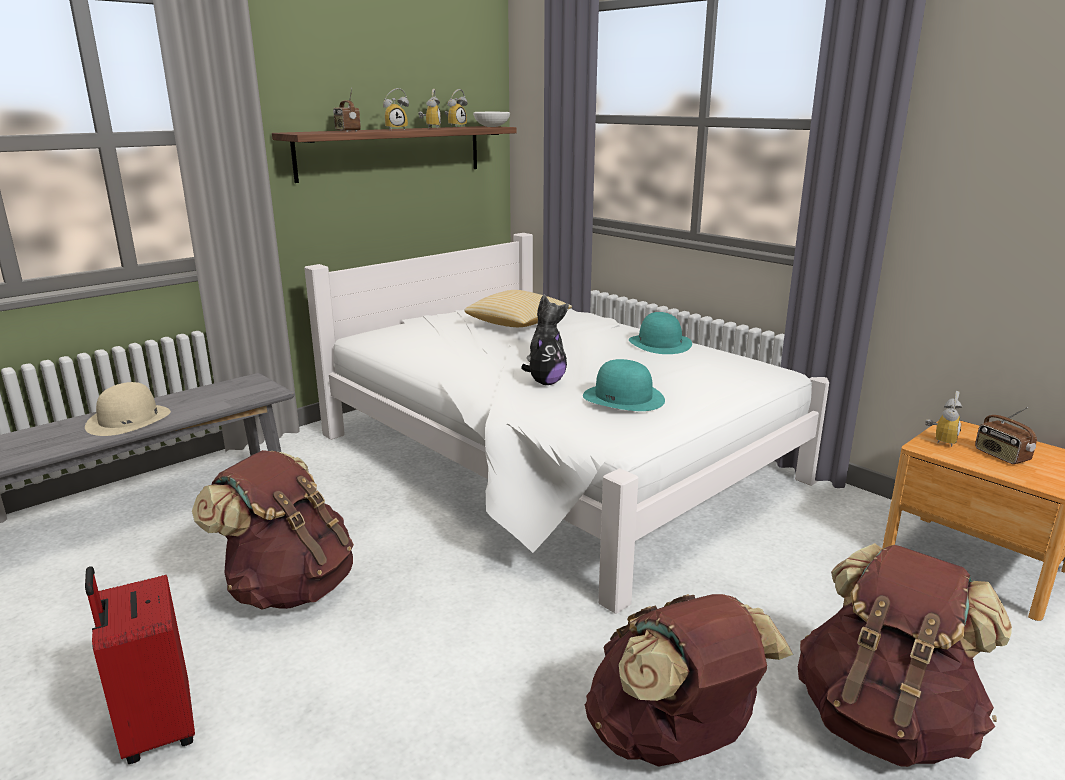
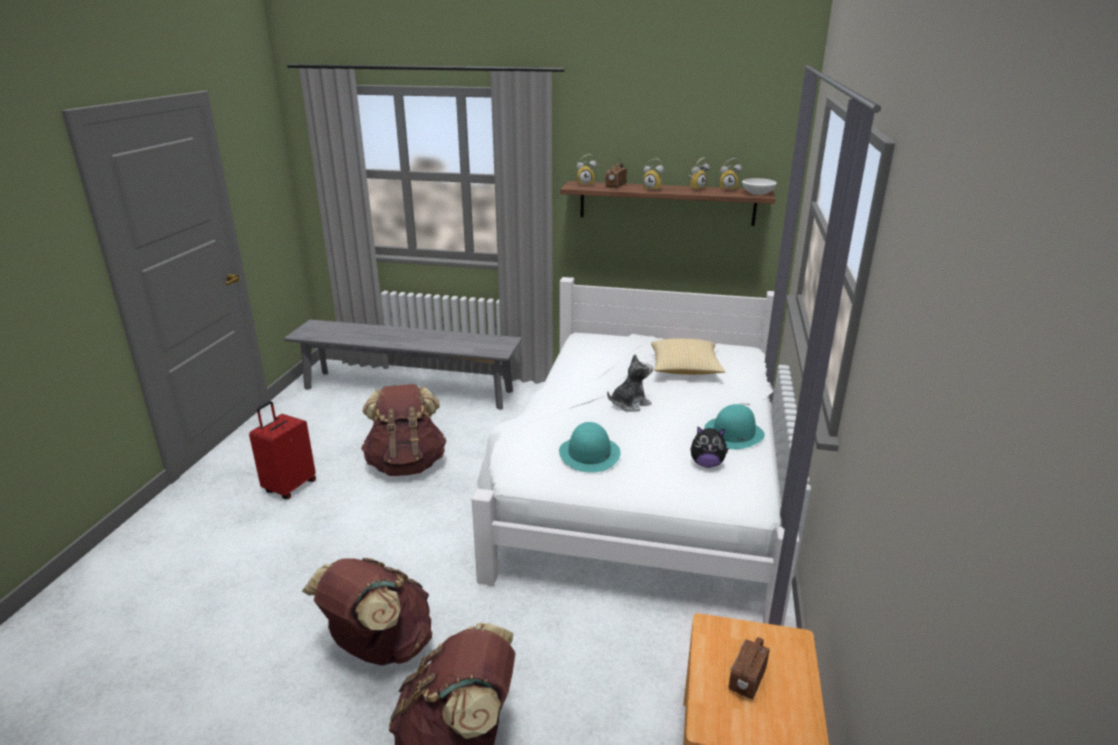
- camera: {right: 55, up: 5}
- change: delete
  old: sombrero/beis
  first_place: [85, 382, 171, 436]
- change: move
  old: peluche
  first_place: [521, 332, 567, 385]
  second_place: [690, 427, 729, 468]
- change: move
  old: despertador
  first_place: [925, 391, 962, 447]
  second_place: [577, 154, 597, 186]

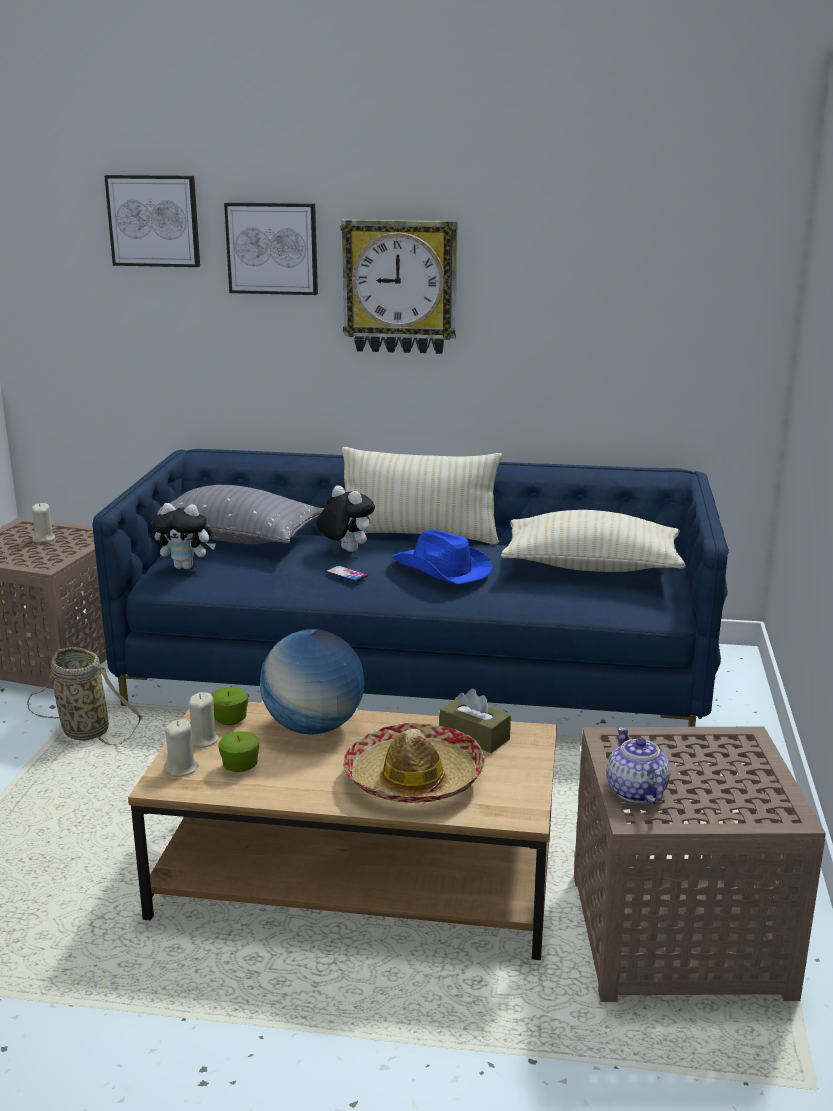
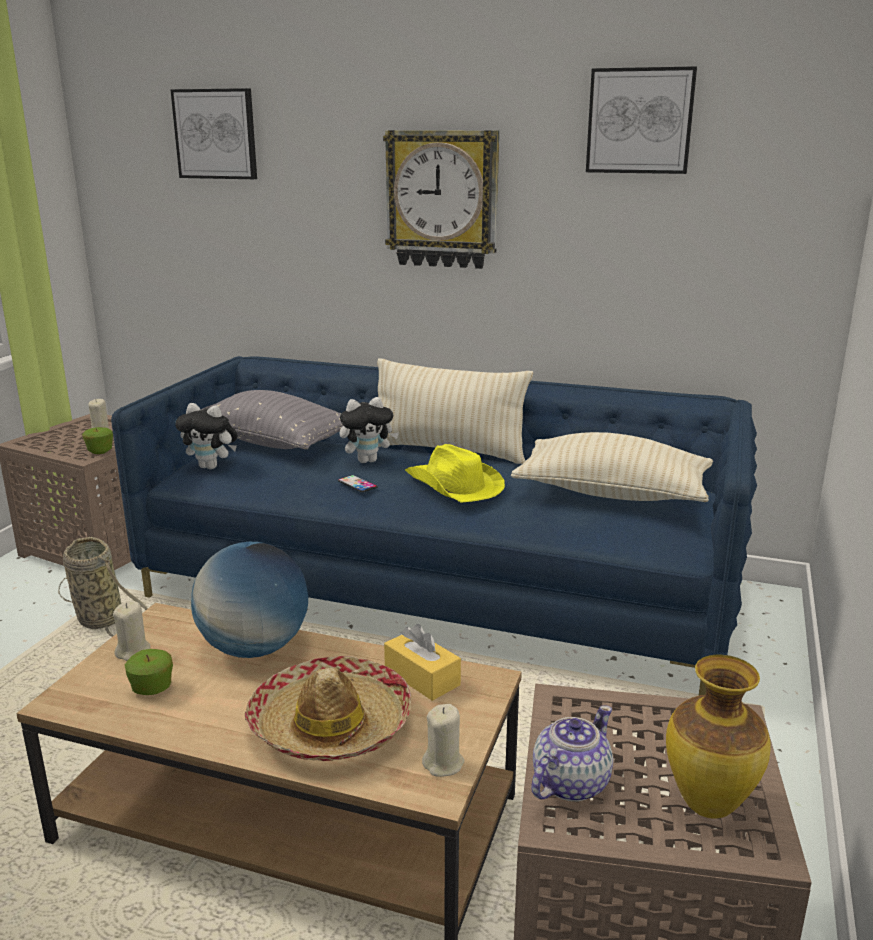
- camera: {right: 10, up: 0}
- change: move
  old: vela/beis
  first_place: [164, 719, 199, 777]
  second_place: [422, 704, 464, 777]
- change: move
  old: manzana
  first_place: [212, 687, 248, 725]
  second_place: [82, 427, 113, 454]
- change: move
  old: cuadro
  first_place: [224, 203, 318, 295]
  second_place: [586, 66, 697, 174]
- change: rotate
  old: peluche
  first_place: [316, 485, 375, 552]
  second_place: [339, 397, 399, 463]
  degrees: 105
- change: recolor
  old: sombrero/azul
  new: sombrero/amarillo
  first_place: [391, 529, 492, 584]
  second_place: [405, 444, 505, 503]
- change: recolor
  old: caja de pañuelos/marrón
  new: caja de pañuelos/amarillo
  first_place: [439, 689, 511, 753]
  second_place: [384, 624, 461, 701]
- change: rotate
  old: tetera
  first_place: [607, 727, 670, 804]
  second_place: [531, 705, 613, 801]
  degrees: 45
- change: insert
  new: florero
  second_place: [666, 655, 771, 819]

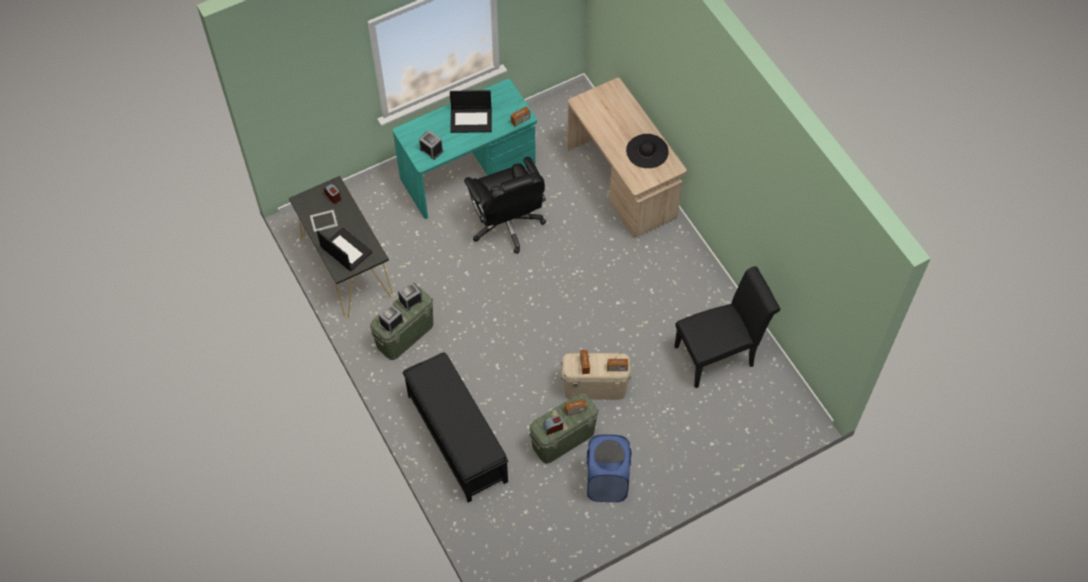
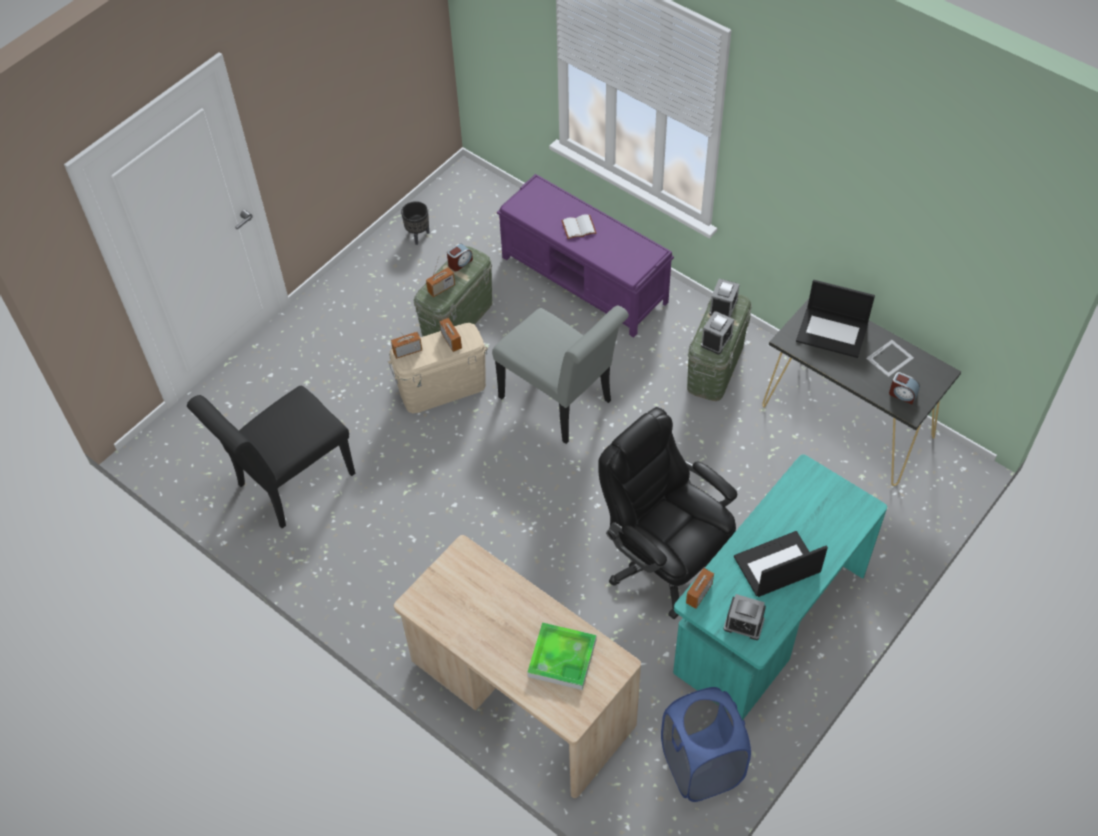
- camera: {right: 160, up: -5}
- change: recolor
  old: banco/negro
  new: banco/morado
  first_place: [402, 352, 509, 503]
  second_place: [497, 174, 674, 337]
- change: move
  old: despertador
  first_place: [419, 130, 443, 160]
  second_place: [723, 594, 766, 640]
- change: move
  old: cesto de la ropa/azul
  first_place: [587, 434, 632, 502]
  second_place: [661, 687, 751, 802]
- change: delete
  old: sombrero/negro
  first_place: [626, 134, 669, 168]
- change: insert
  new: maceta/negro
  second_place: [401, 201, 429, 245]
- change: insert
  new: silla/gris
  second_place: [492, 306, 629, 444]
- change: insert
  new: bandeja
  second_place: [527, 623, 596, 690]
- change: insert
  new: libro/blanco
  second_place: [561, 214, 596, 239]

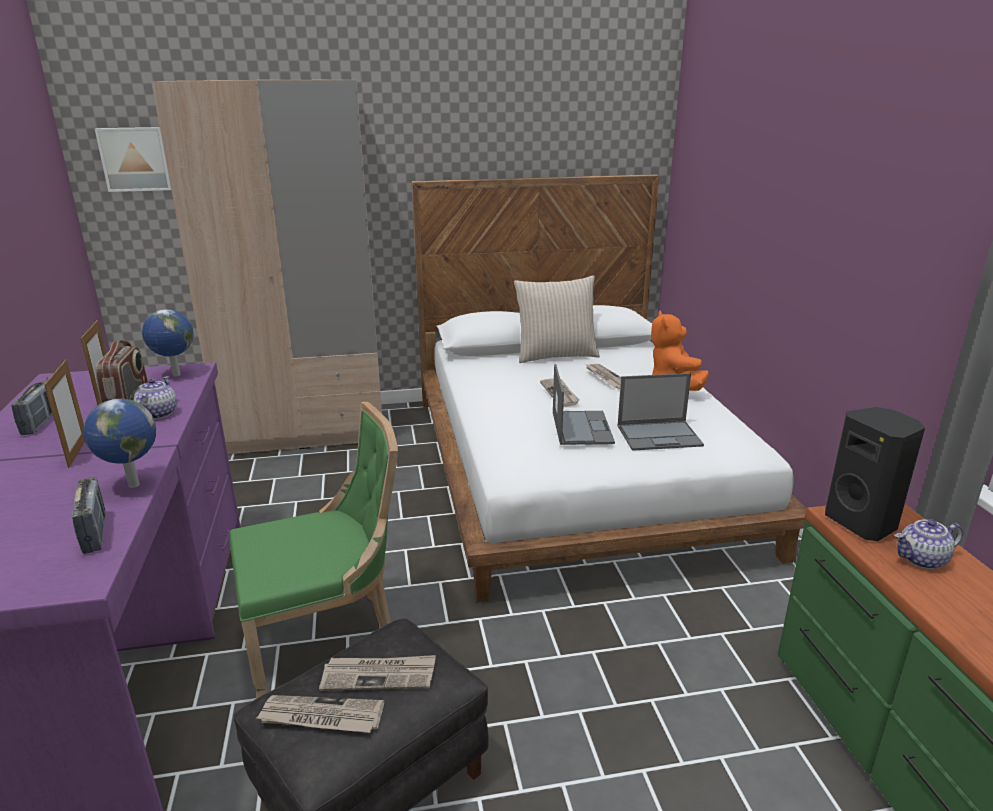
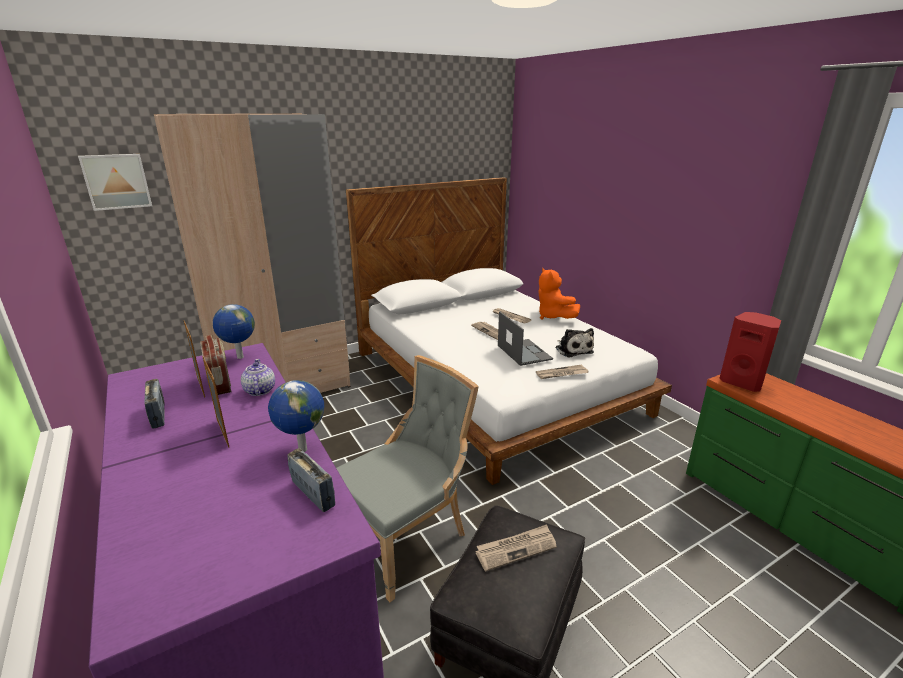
- camera: {right: -20, up: 0}
- change: recolor
  old: silla/verde
  new: silla/gris
  first_place: [229, 402, 398, 699]
  second_place: [336, 355, 479, 602]
- change: move
  old: periódico
  first_place: [256, 695, 384, 733]
  second_place: [536, 365, 589, 379]
- change: delete
  old: cojín/beis
  first_place: [514, 275, 600, 363]
- change: replace
  old: portátil
  new: peluche
  first_place: [617, 373, 704, 451]
  second_place: [555, 328, 594, 358]
- change: recolor
  old: altavoz/negro
  new: altavoz/rojo
  first_place: [825, 407, 925, 541]
  second_place: [720, 312, 781, 392]
- change: delete
  old: tetera
  first_place: [895, 519, 963, 569]

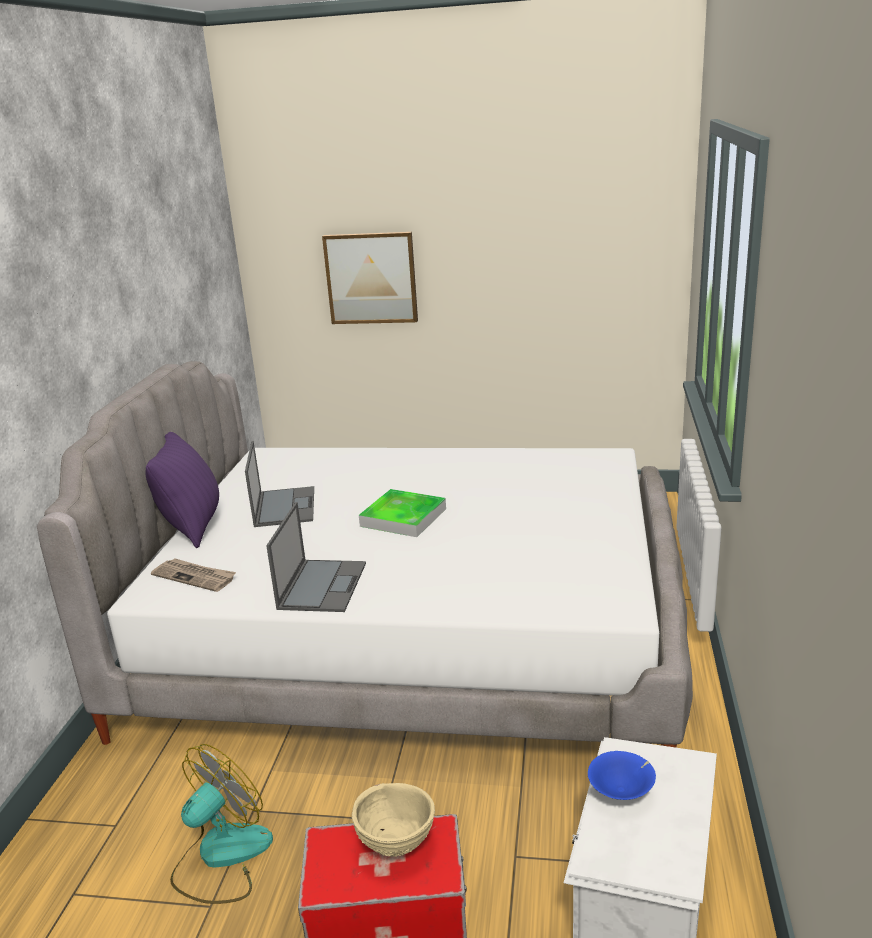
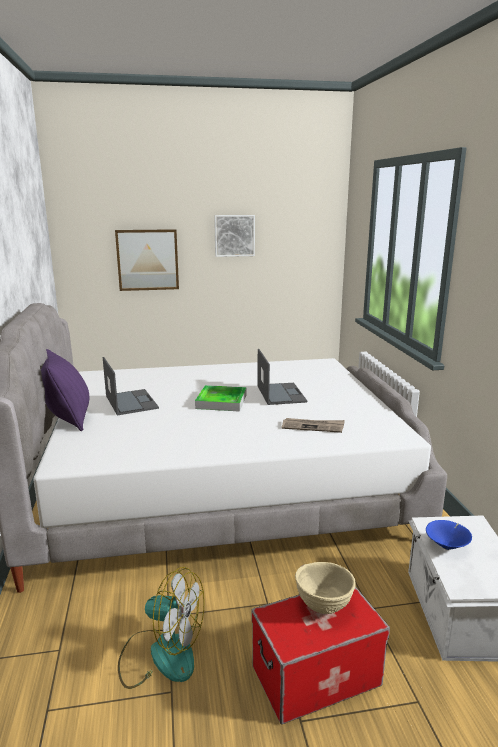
- camera: {right: -20, up: -5}
- change: move
  old: periódico
  first_place: [151, 559, 236, 592]
  second_place: [281, 418, 345, 433]
- change: rotate
  old: ventilador
  first_place: [170, 744, 273, 904]
  second_place: [118, 567, 205, 689]
  degrees: 90
- change: move
  old: portátil
  first_place: [266, 502, 366, 612]
  second_place: [257, 349, 307, 405]
- change: insert
  new: cuadro
  second_place: [214, 215, 255, 257]

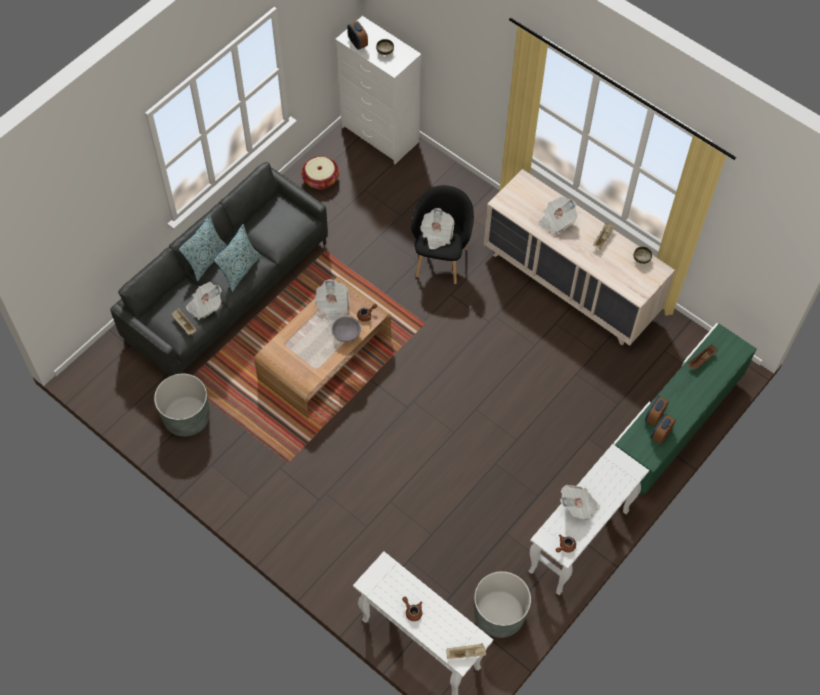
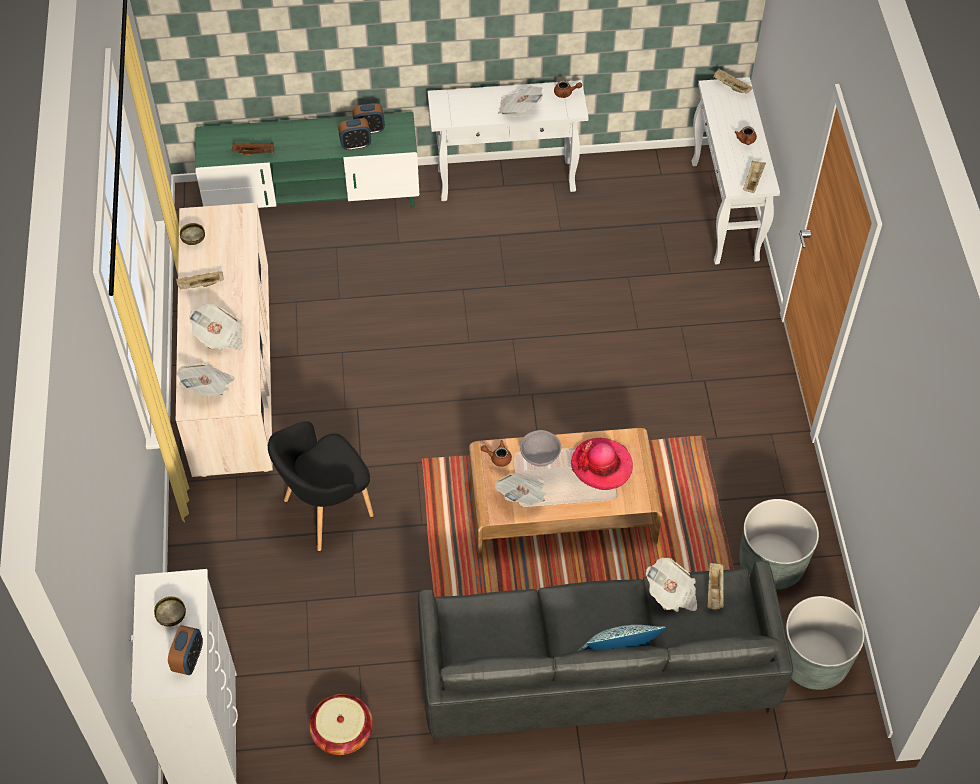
- camera: {right: -135, up: -5}
- change: delete
  old: cojín
  first_place: [214, 224, 261, 292]
- change: move
  old: periódico
  first_place: [420, 208, 455, 249]
  second_place: [177, 364, 235, 396]
- change: move
  old: maceta/gris
  first_place: [474, 571, 531, 638]
  second_place: [785, 596, 865, 690]
- change: insert
  new: sombrero
  second_place: [571, 438, 633, 490]
- change: insert
  new: bandeja/beis
  second_place: [743, 160, 766, 193]

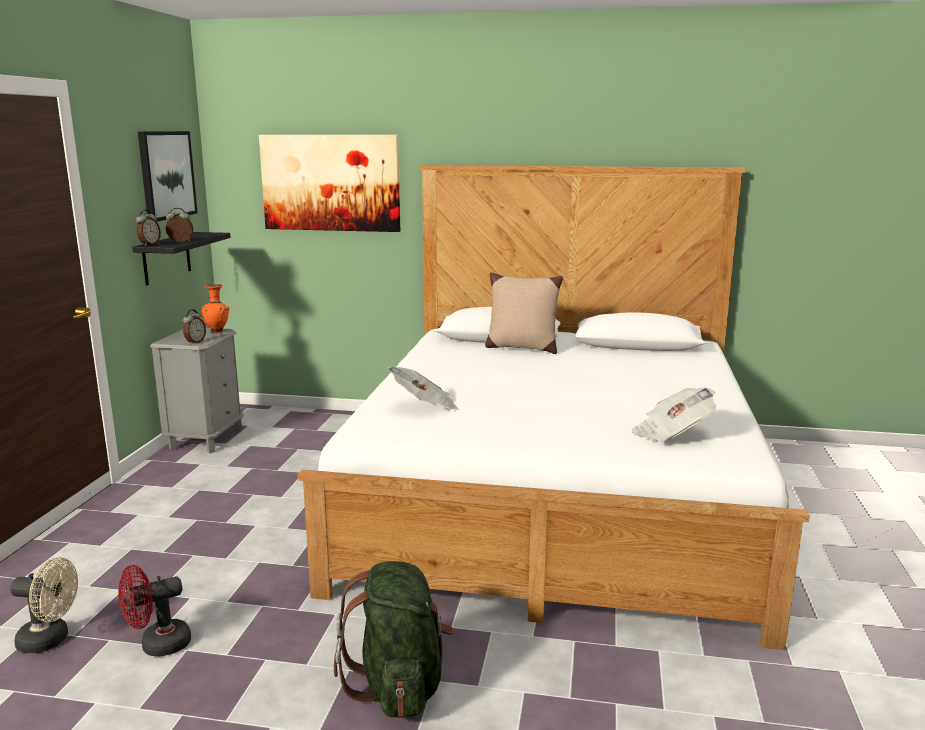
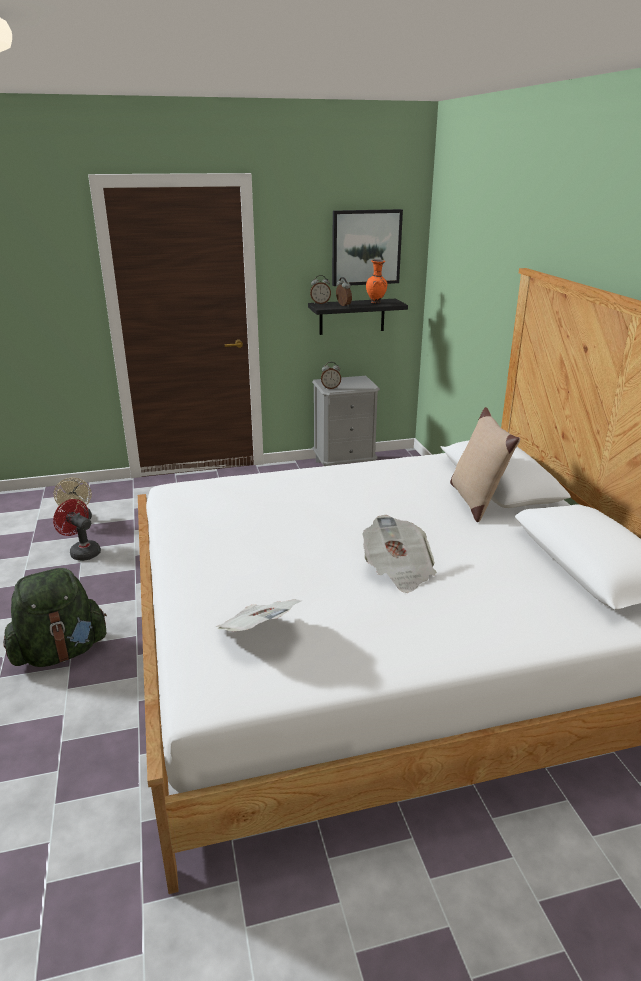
- camera: {right: 65, up: 10}
- change: move
  old: florero/naranja
  first_place: [202, 284, 229, 334]
  second_place: [366, 259, 387, 304]
- change: delete
  old: cuadro
  first_place: [259, 135, 400, 232]
- change: move
  old: periódico
  first_place: [387, 366, 459, 410]
  second_place: [362, 515, 437, 593]

